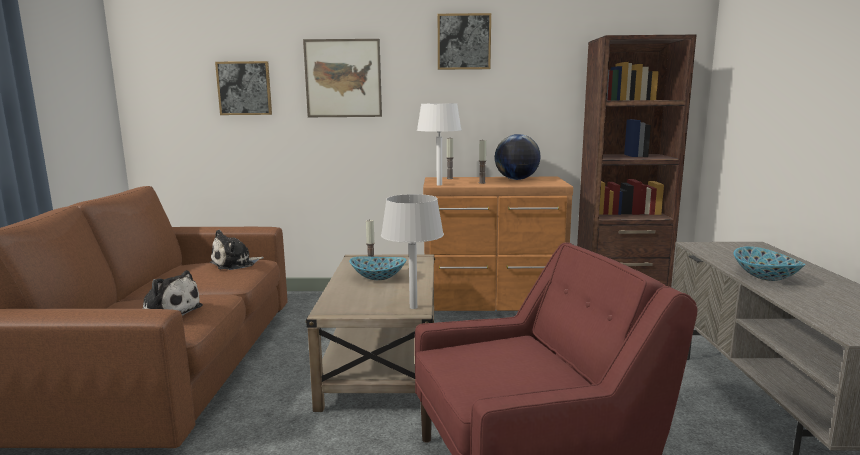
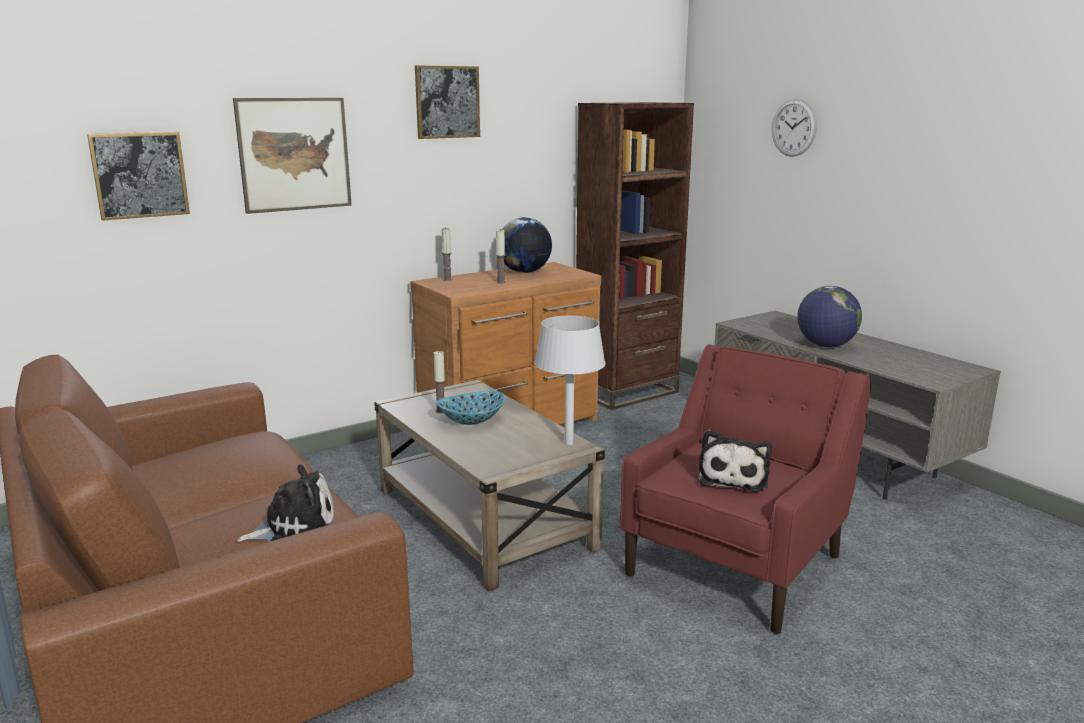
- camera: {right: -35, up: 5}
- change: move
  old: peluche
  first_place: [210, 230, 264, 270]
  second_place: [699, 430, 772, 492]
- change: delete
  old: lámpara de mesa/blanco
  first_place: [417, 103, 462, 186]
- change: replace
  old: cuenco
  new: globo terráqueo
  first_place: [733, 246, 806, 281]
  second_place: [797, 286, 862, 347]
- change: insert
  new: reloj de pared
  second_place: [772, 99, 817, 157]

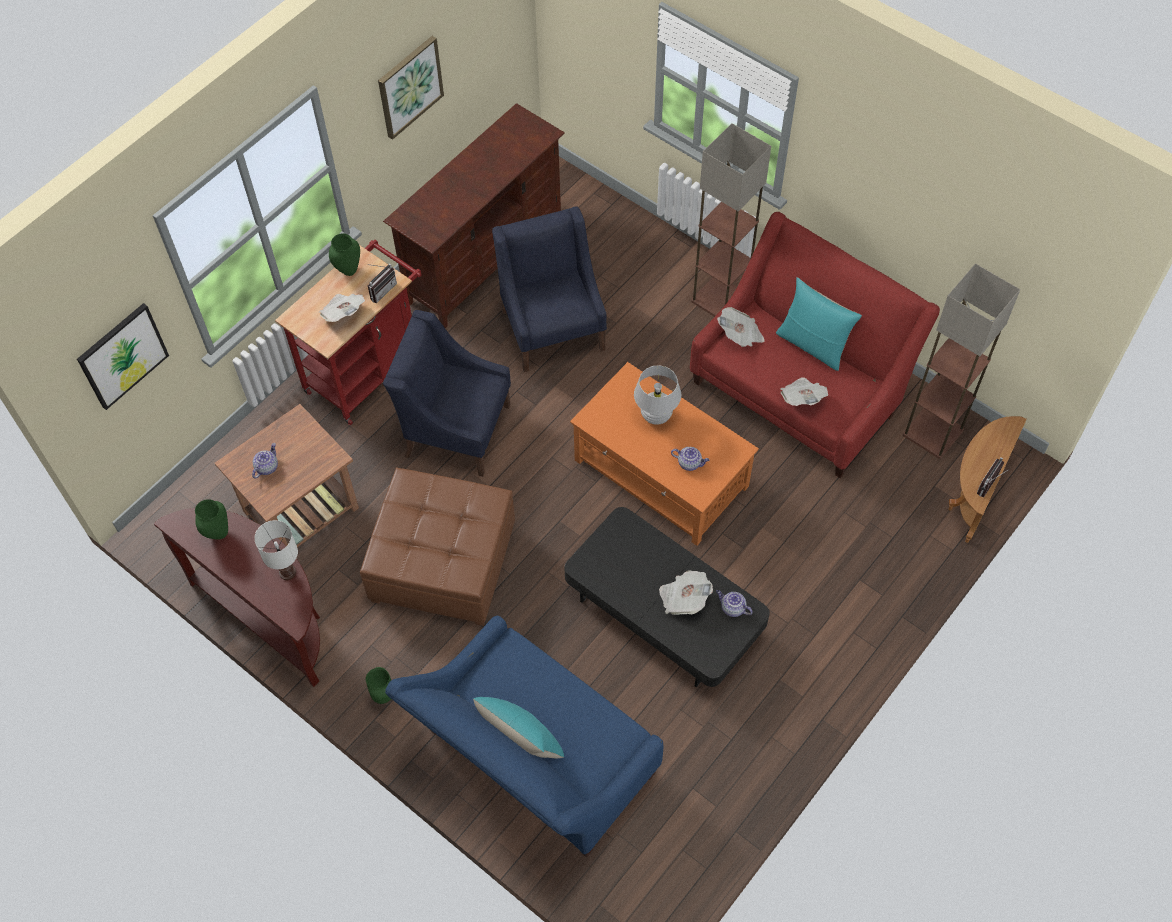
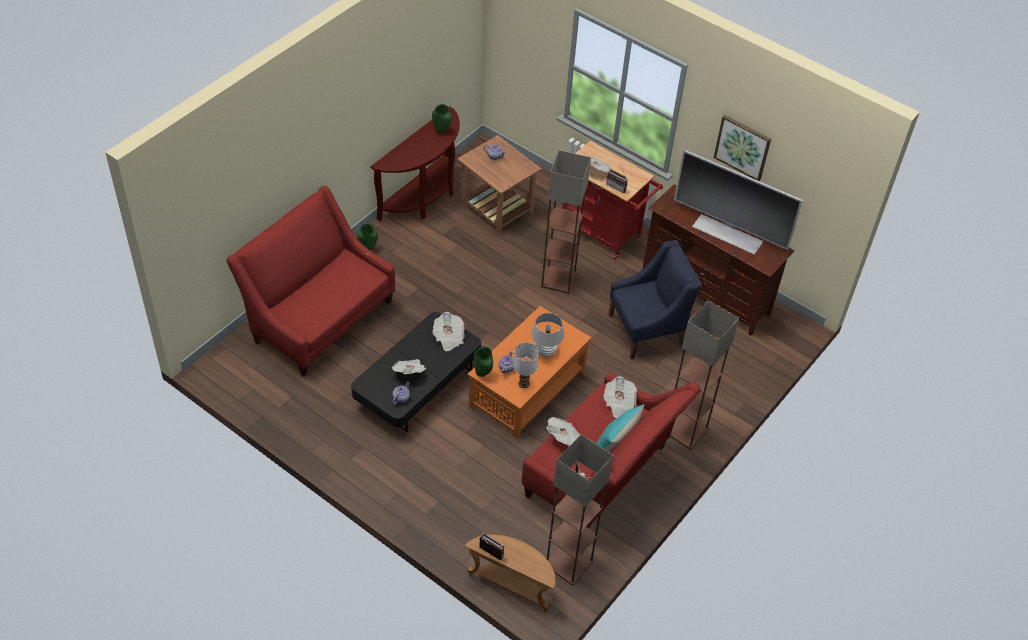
- camera: {right: 85, up: -10}
- change: delete
  old: cuadro
  first_place: [77, 303, 169, 410]
- change: move
  old: lámpara de mesa/blanco
  first_place: [254, 520, 298, 580]
  second_place: [514, 342, 539, 388]
- change: move
  old: florero/verde
  first_place: [329, 234, 360, 276]
  second_place: [474, 347, 493, 377]
- change: delete
  old: puf/marrón
  first_place: [360, 468, 515, 626]
- change: replace
  old: sillón/azul
  new: lámpara de pie
  first_place: [383, 310, 511, 477]
  second_place: [540, 150, 591, 294]
- change: recolor
  old: sofá/azul
  new: sofá/rojo
  first_place: [385, 615, 663, 857]
  second_place: [226, 186, 395, 377]
- change: delete
  old: cojín/turquesa
  first_place: [473, 697, 564, 759]
- change: insert
  new: periódico
  second_place: [432, 312, 464, 351]
- change: insert
  new: televisor
  second_place: [674, 150, 803, 255]

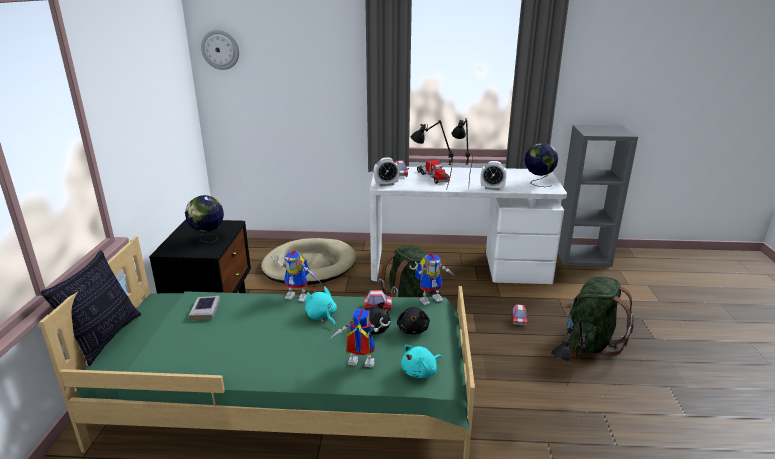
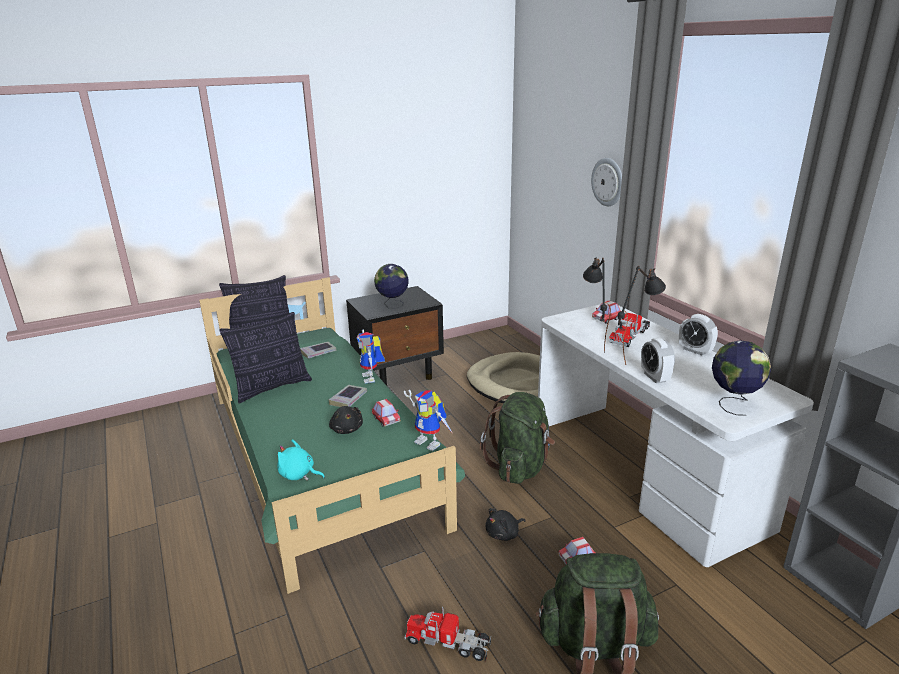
- camera: {right: 60, up: 0}
- change: move
  old: reloj de pared
  first_place: [201, 29, 239, 70]
  second_place: [591, 158, 622, 206]
- change: replace
  old: peluche/turquesa
  new: libro
  first_place: [305, 286, 337, 326]
  second_place: [329, 385, 367, 407]
- change: delete
  old: robot de juguete
  first_place: [328, 309, 390, 367]
- change: move
  old: despertador
  first_place: [374, 157, 399, 186]
  second_place: [679, 314, 718, 355]
- change: move
  old: peluche/negro
  first_place: [397, 307, 430, 335]
  second_place: [485, 508, 526, 541]
- change: replace
  old: lámpara de mesa/negro
  new: camión de juguete
  first_place: [551, 319, 586, 385]
  second_place: [404, 607, 491, 662]
- change: insert
  new: cojín
  second_place: [219, 312, 312, 404]

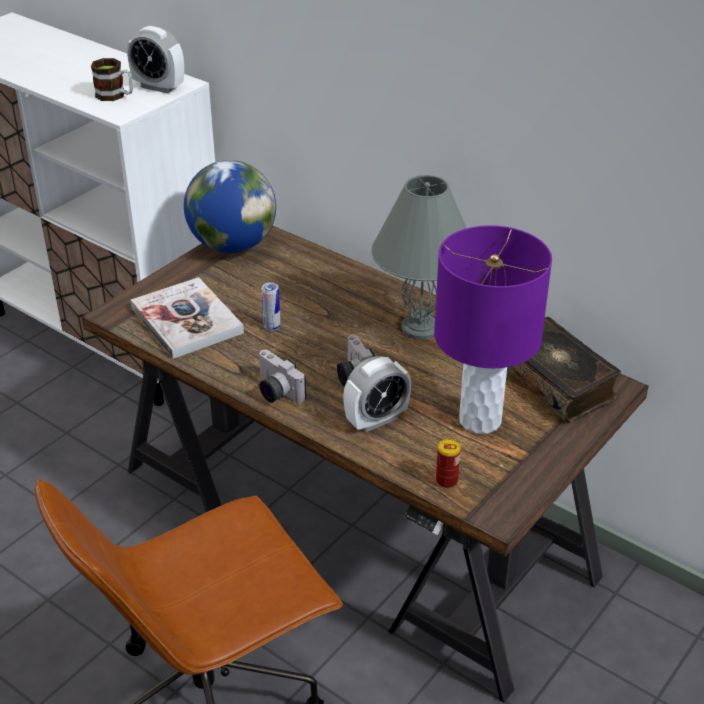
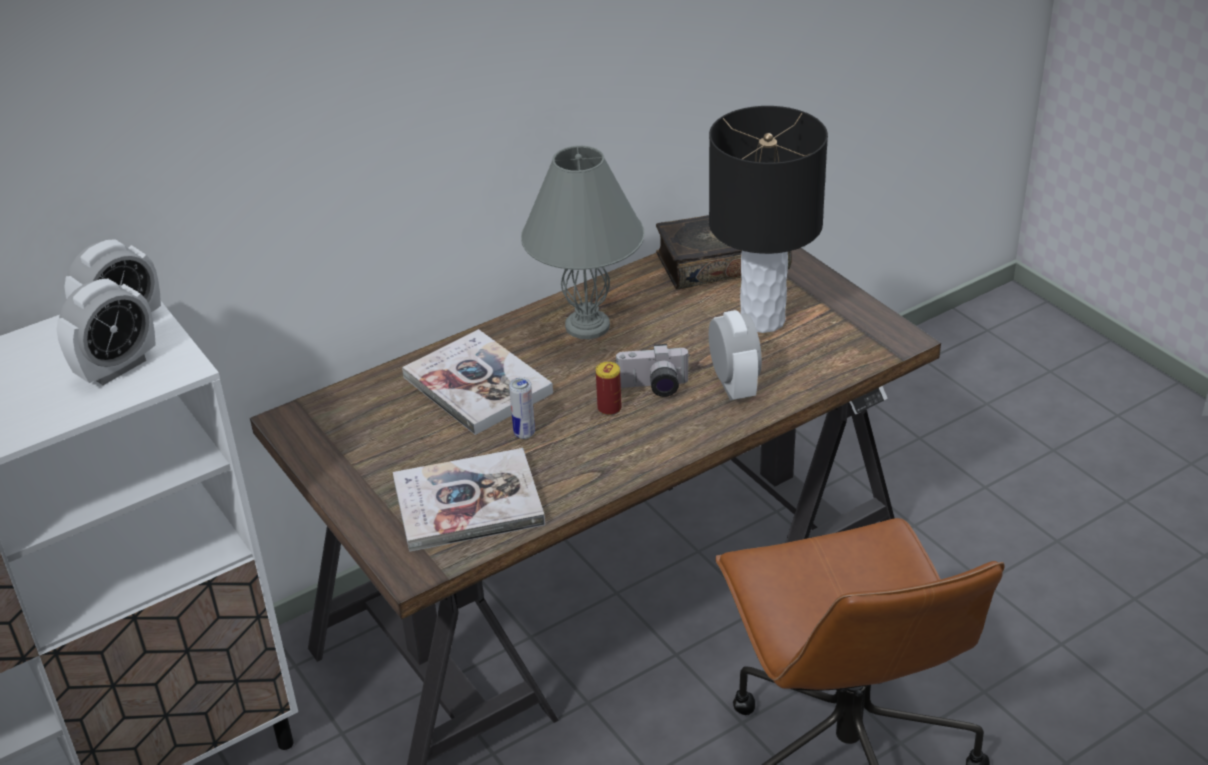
- camera: {right: -70, up: 0}
- change: replace
  old: taza grande
  new: despertador
  first_place: [91, 58, 133, 101]
  second_place: [57, 279, 156, 385]
- change: delete
  old: globo terráqueo
  first_place: [184, 160, 276, 253]
- change: delete
  old: cámara
  first_place: [259, 350, 307, 403]
- change: recolor
  old: lámpara de mesa/morado
  new: lámpara de mesa/negro
  first_place: [434, 225, 552, 434]
  second_place: [709, 106, 828, 333]
- change: move
  old: lata
  first_place: [436, 439, 461, 488]
  second_place: [596, 362, 622, 416]
- change: insert
  new: libro
  second_place: [402, 329, 553, 435]

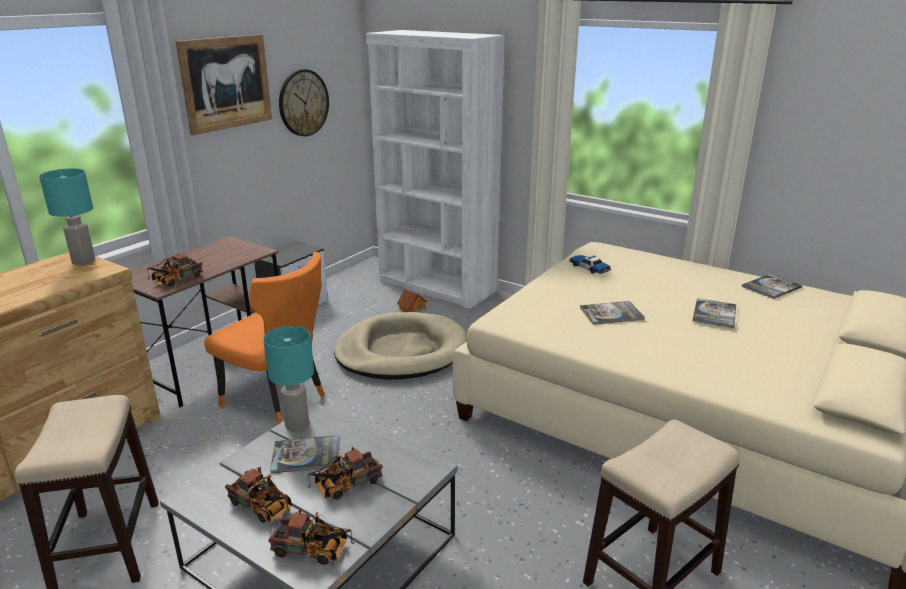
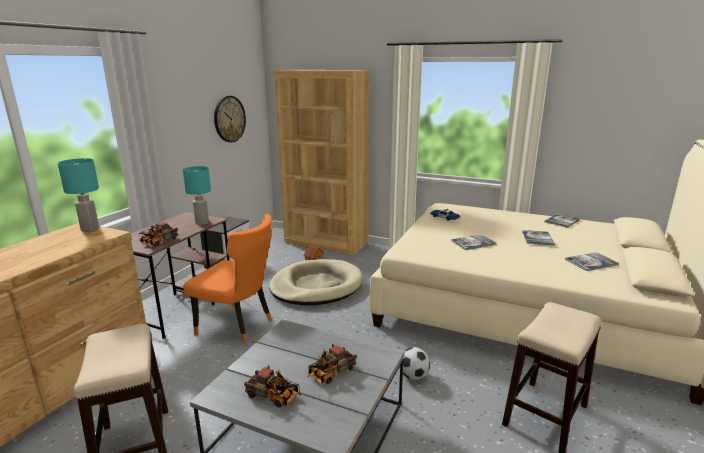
- camera: {right: -10, up: -5}
- change: delete
  old: cuadro
  first_place: [176, 34, 272, 135]
- change: move
  old: lámpara de mesa/turquesa
  first_place: [263, 326, 314, 431]
  second_place: [183, 166, 211, 225]
- change: delete
  old: camión de juguete
  first_place: [269, 508, 354, 565]
- change: move
  old: libro
  first_place: [270, 435, 340, 473]
  second_place: [565, 252, 619, 271]
- change: recolor
  old: estantería/blanco
  new: estantería/marrón
  first_place: [366, 30, 505, 309]
  second_place: [274, 70, 369, 256]
- change: insert
  new: balón de fútbol
  second_place: [399, 347, 430, 380]

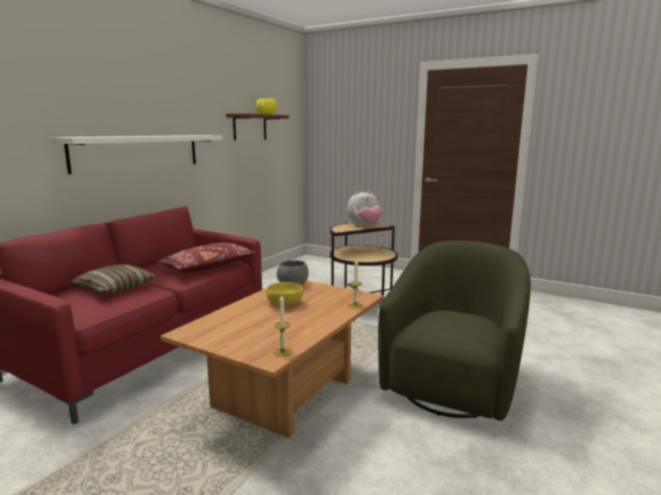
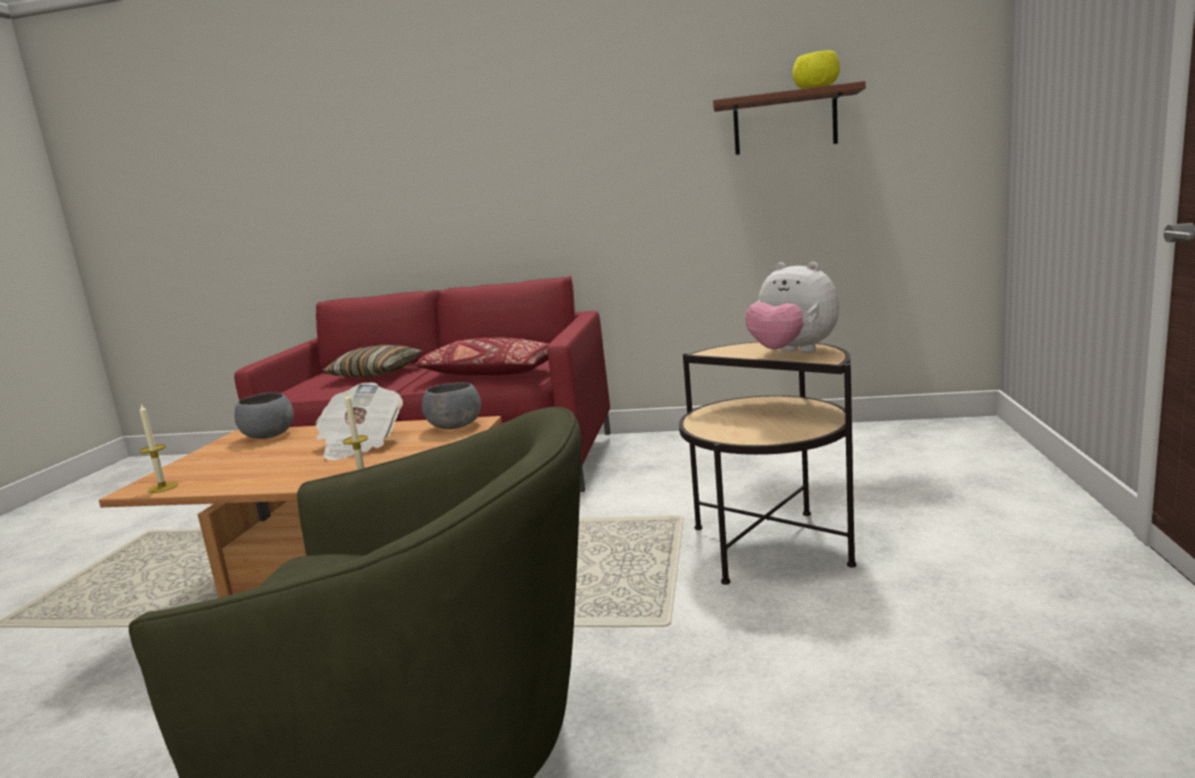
- camera: {right: 70, up: 0}
- change: delete
  old: estante/blanco
  first_place: [49, 135, 223, 174]
- change: replace
  old: cuenco/amarillo
  new: periódico
  first_place: [266, 282, 304, 306]
  second_place: [315, 382, 403, 460]
- change: insert
  new: cuenco/gris
  second_place: [234, 392, 294, 439]

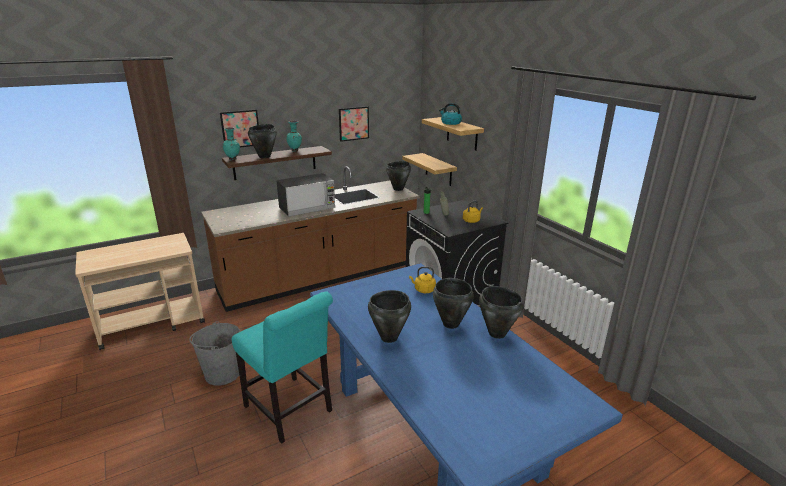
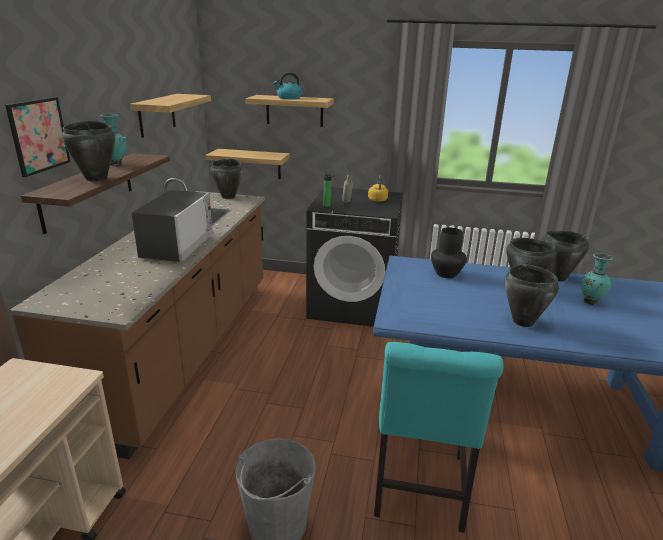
- camera: {right: -50, up: 0}
- change: move
  old: florero/turquesa
  first_place: [223, 127, 240, 160]
  second_place: [581, 253, 613, 305]
- change: rotate
  old: silla/turquesa
  first_place: [232, 291, 333, 444]
  second_place: [374, 342, 504, 533]
  degrees: 105
- change: replace
  old: cuadro
  new: estante
  first_place: [339, 106, 369, 142]
  second_place: [130, 94, 211, 138]
- change: replace
  old: hervidor/amarillo
  new: florero/negro
  first_place: [409, 267, 436, 293]
  second_place: [431, 228, 467, 278]

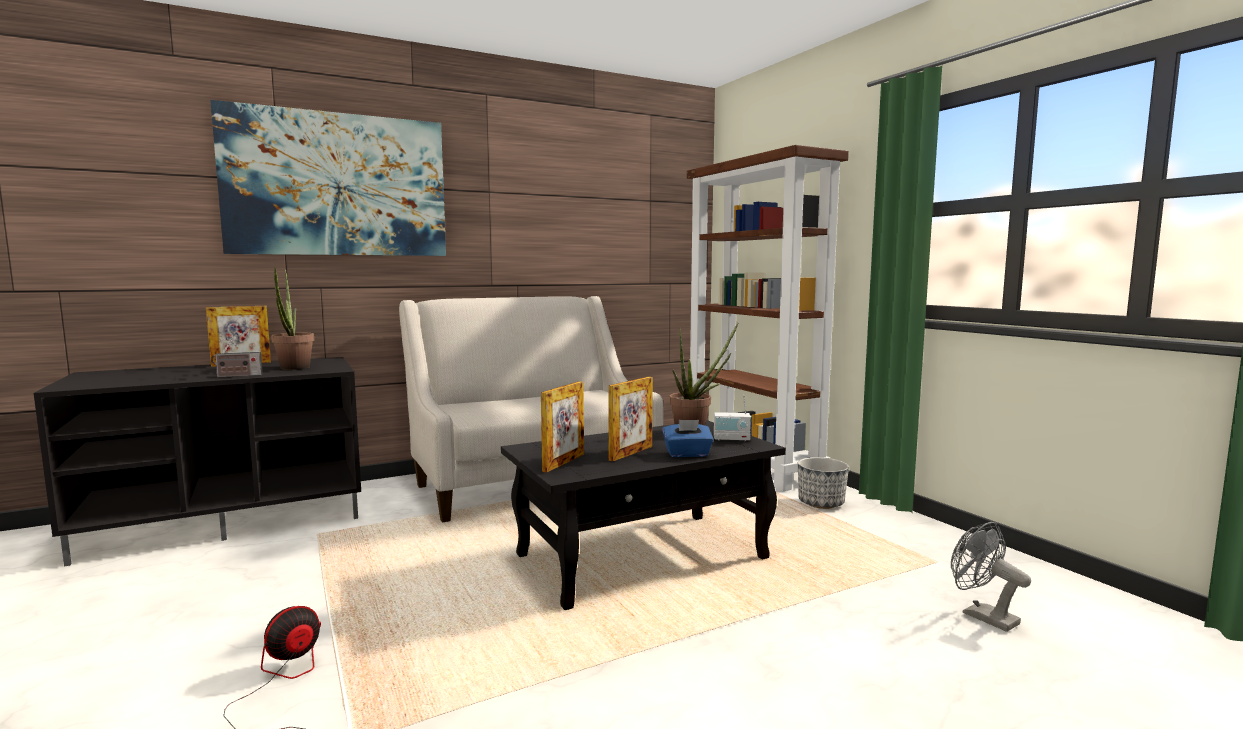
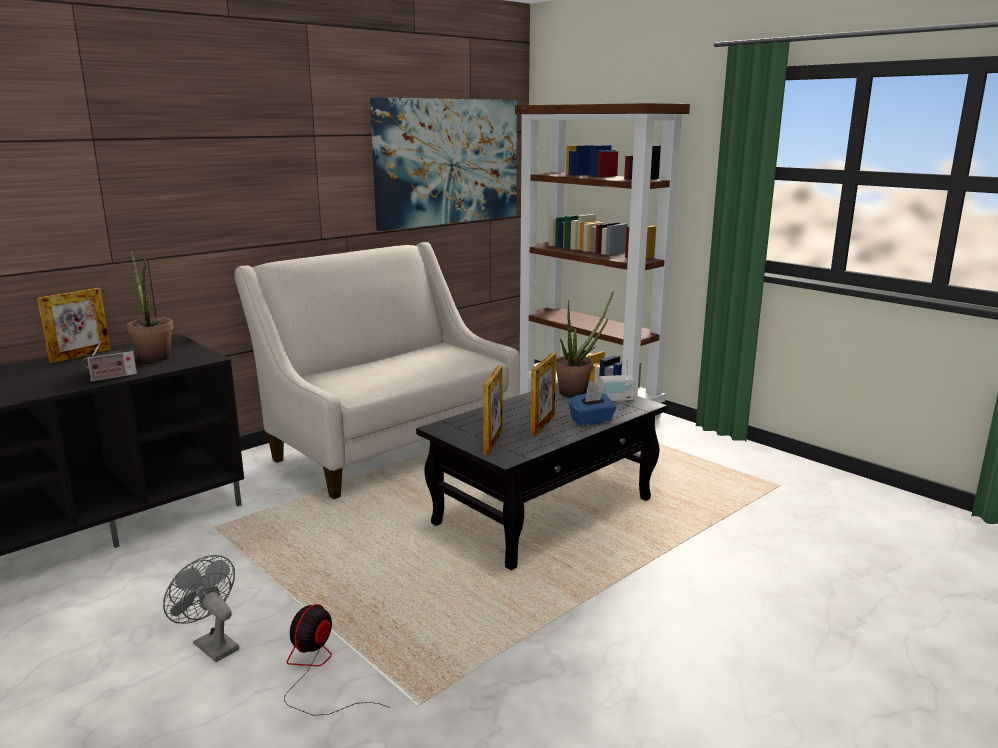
- camera: {right: -15, up: 10}
- change: move
  old: cuadro
  first_place: [210, 100, 446, 256]
  second_place: [370, 97, 517, 231]
- change: delete
  old: maceta
  first_place: [798, 457, 849, 509]
- change: move
  old: ventilador/gris
  first_place: [951, 522, 1031, 632]
  second_place: [163, 555, 239, 662]

